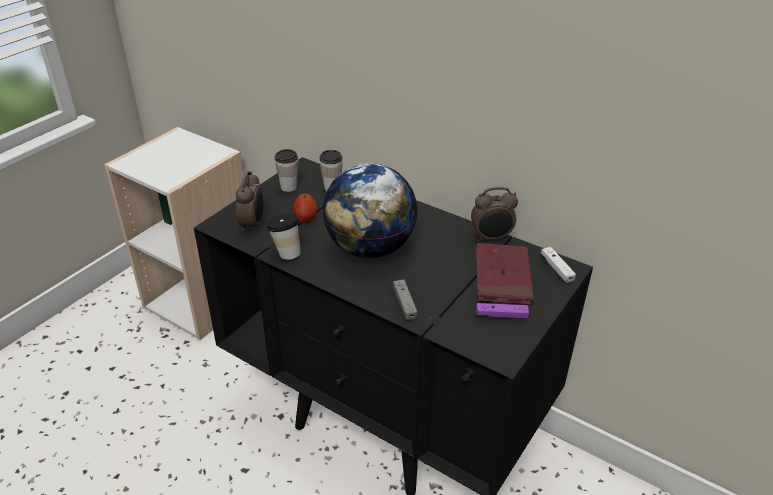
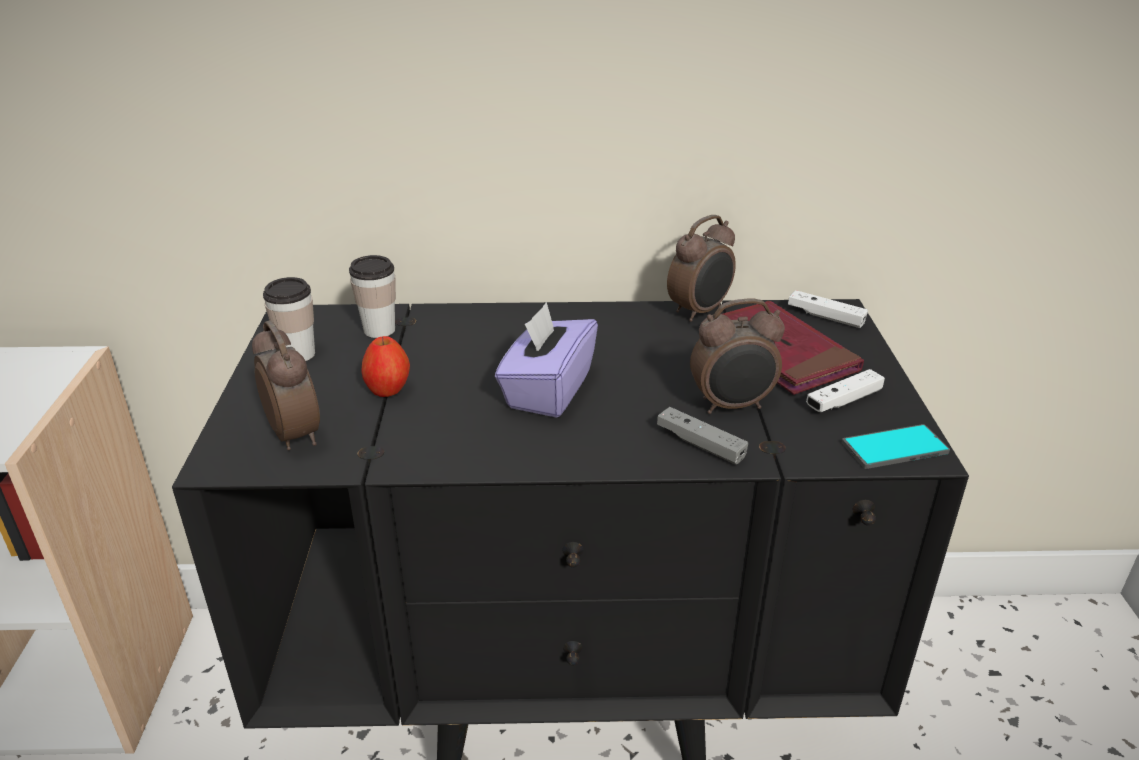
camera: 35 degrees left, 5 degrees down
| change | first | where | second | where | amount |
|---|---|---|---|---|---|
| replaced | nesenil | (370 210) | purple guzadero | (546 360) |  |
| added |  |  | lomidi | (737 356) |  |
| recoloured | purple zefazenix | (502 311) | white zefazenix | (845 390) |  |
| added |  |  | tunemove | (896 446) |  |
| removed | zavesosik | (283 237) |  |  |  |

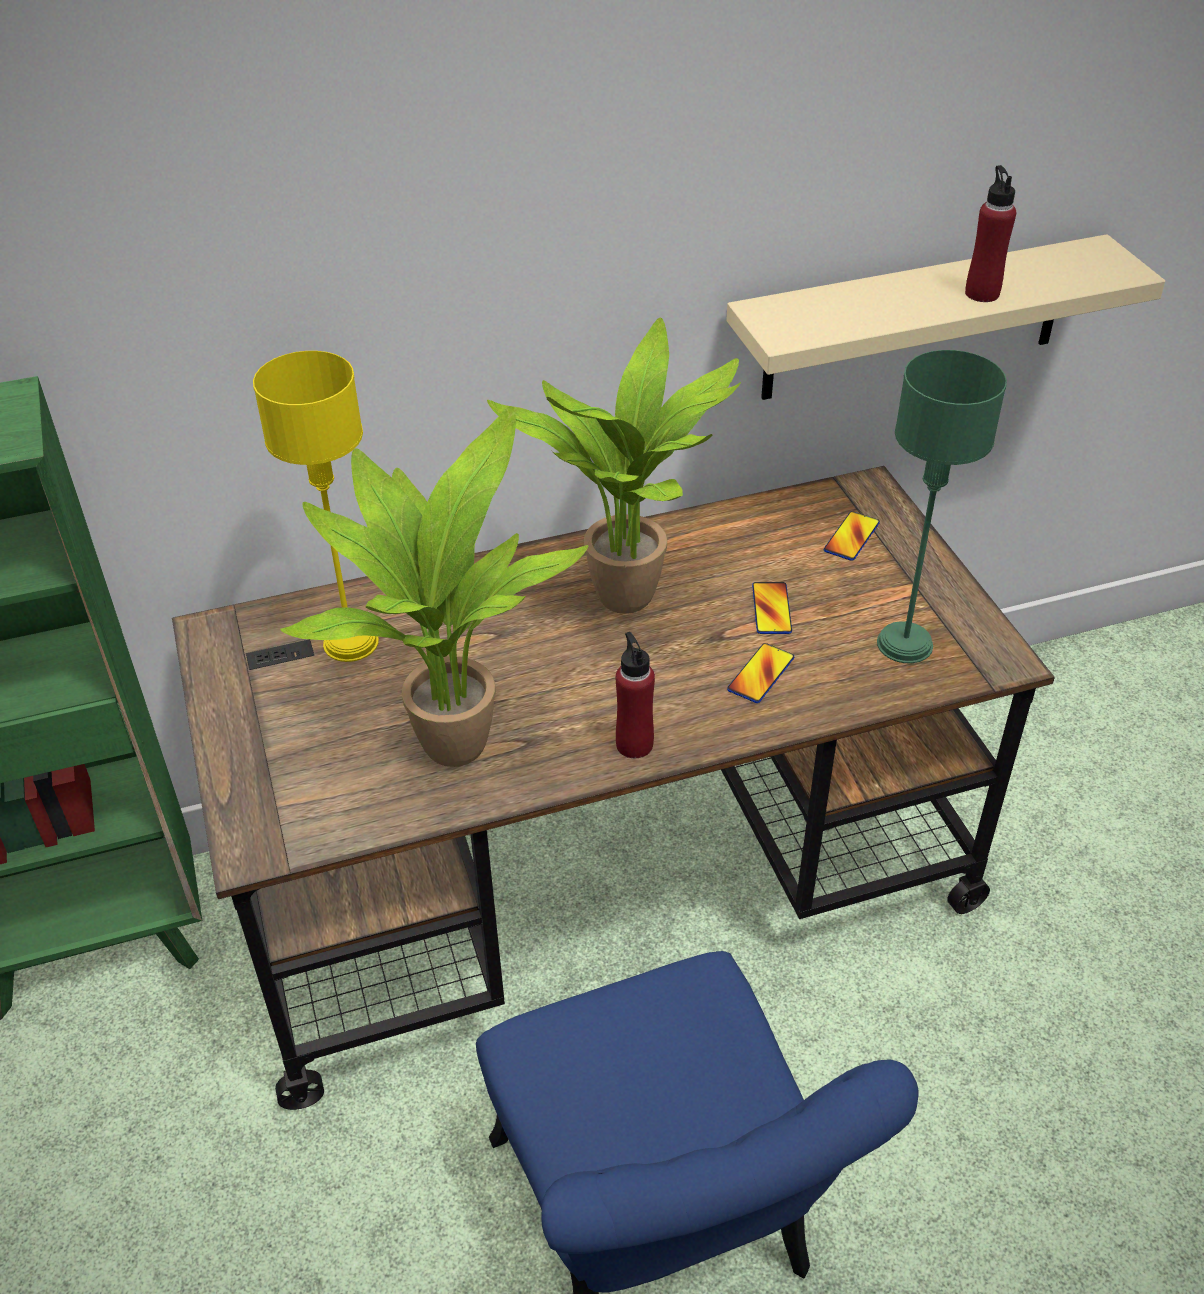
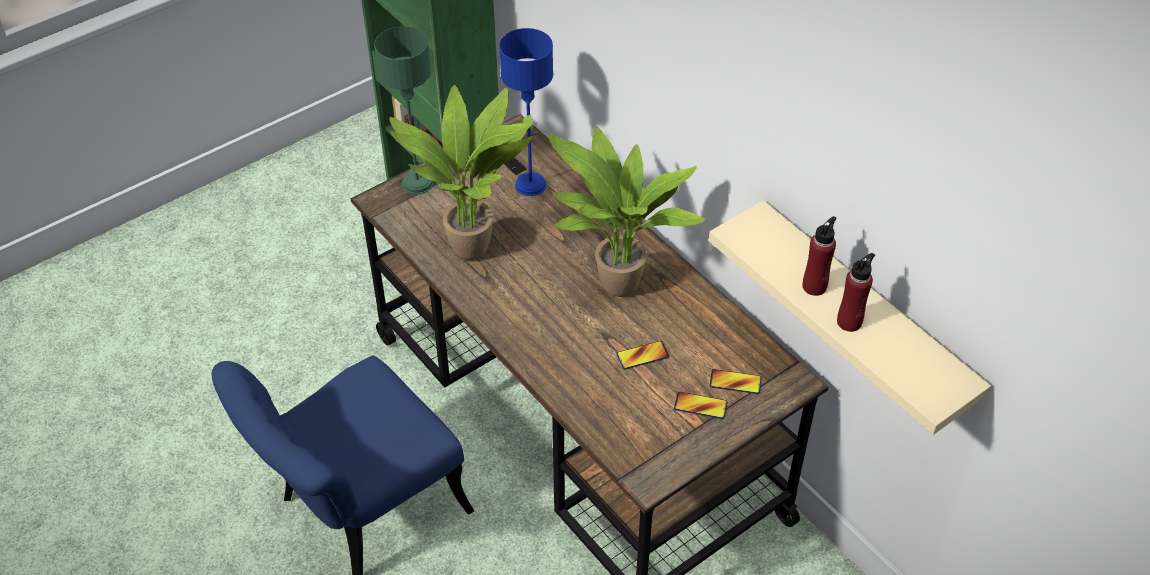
camera: 70 degrees right, 5 degrees up
| change | first | where | second | where | amount |
|---|---|---|---|---|---|
| moved | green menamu | (942 506) |  | (403 110) |  |
| recoloured | yellow menamu | (316 506) | blue menamu | (526 112) |  |
| moved | tunemove | (760 673) |  | (701 405) |  |
| moved | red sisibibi | (635 695) |  | (819 256) |  |

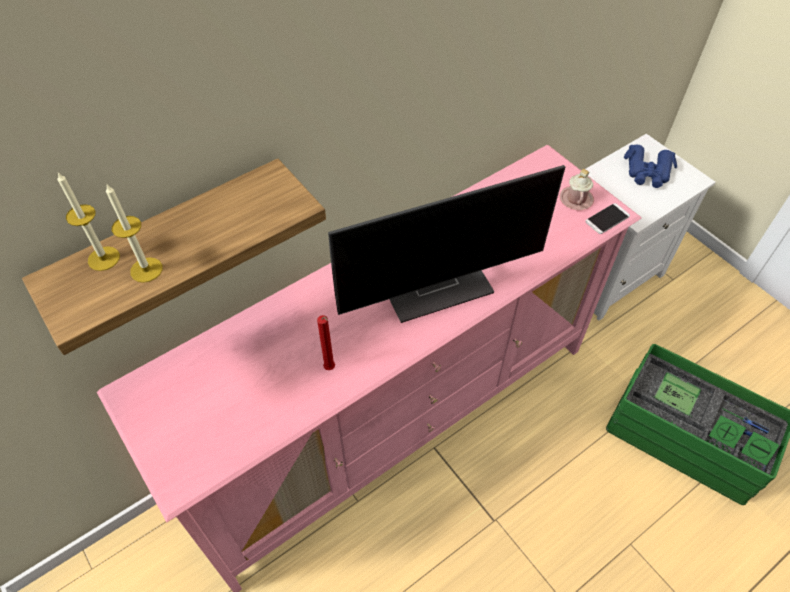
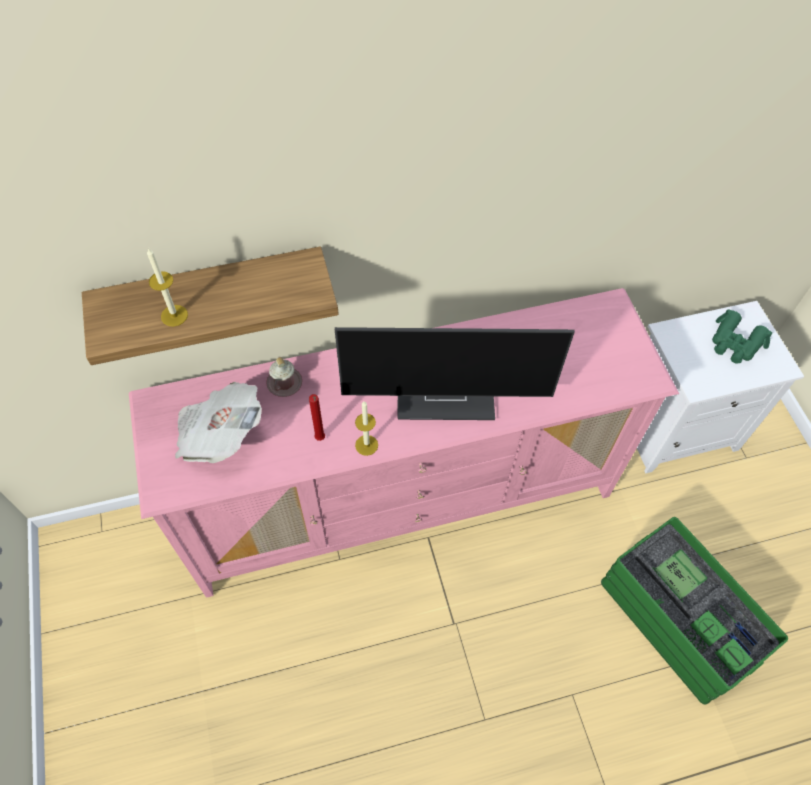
camera: 20 degrees right, 5 degrees up
| change | first | where | second | where | amount |
|---|---|---|---|---|---|
| added |  |  | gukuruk | (218 422) |  |
| moved | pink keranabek | (577 189) |  | (284 377) |  |
| moved | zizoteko | (88 222) |  | (366 428) |  |
| recoloured | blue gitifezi | (650 166) | green gitifezi | (742 336) |  |
| removed | tunemove | (607 218) |  |  |  |

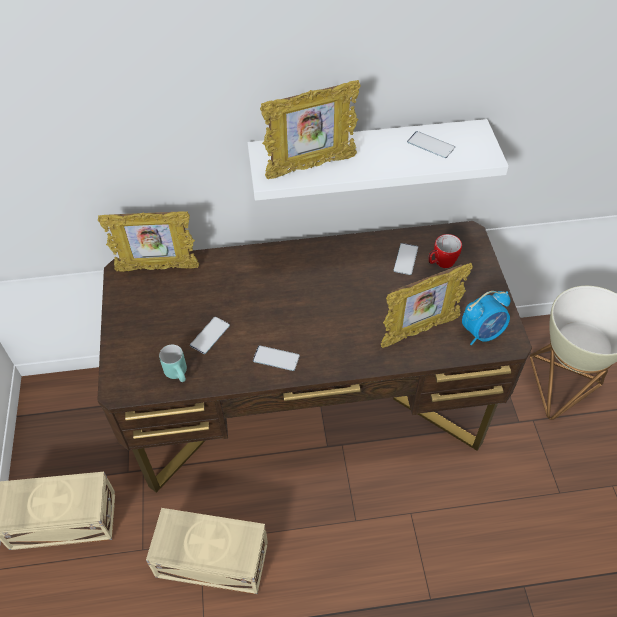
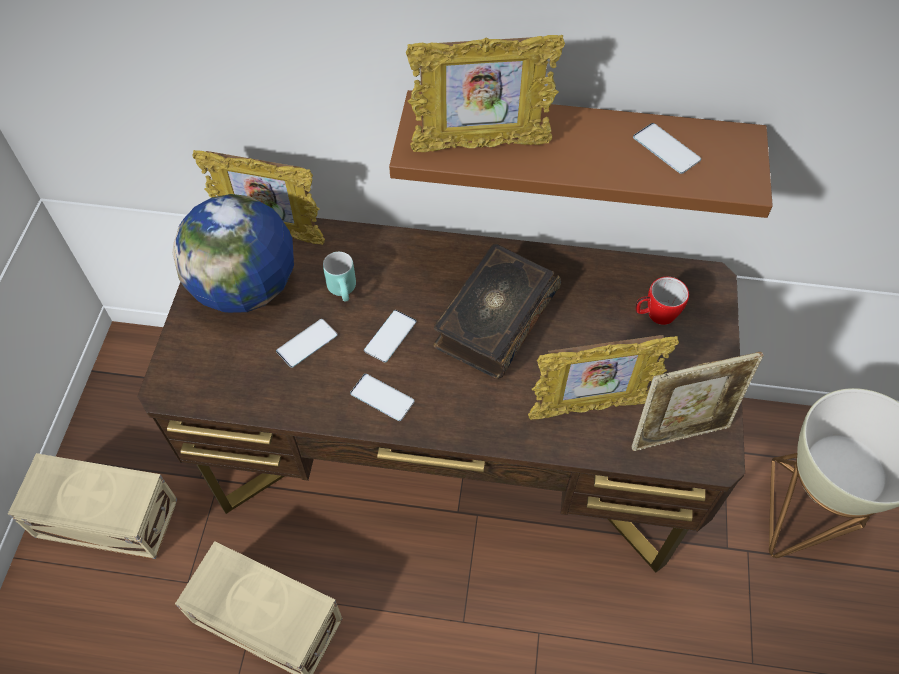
camera: 15 degrees right, 5 degrees up
| change | first | where | second | where | amount |
|---|---|---|---|---|---|
| added |  |  | nesenil | (233 253) |  |
| moved | turquoise keranabek | (173 363) |  | (339 276) |  |
| moved | tunemove | (406 259) |  | (390 336) |  |
| recoloured | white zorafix | (378 160) | brown zorafix | (581 154) |  |
| added |  |  | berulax | (497 311) |  |
| replaced | lomidi | (486 318) | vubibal | (698 401) |  |

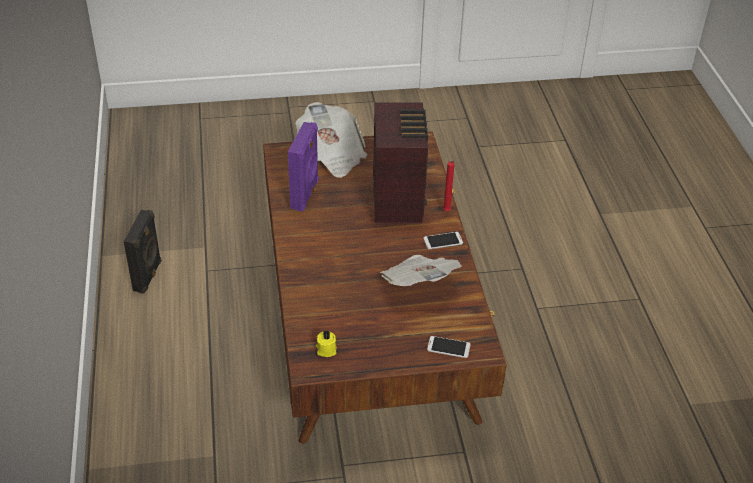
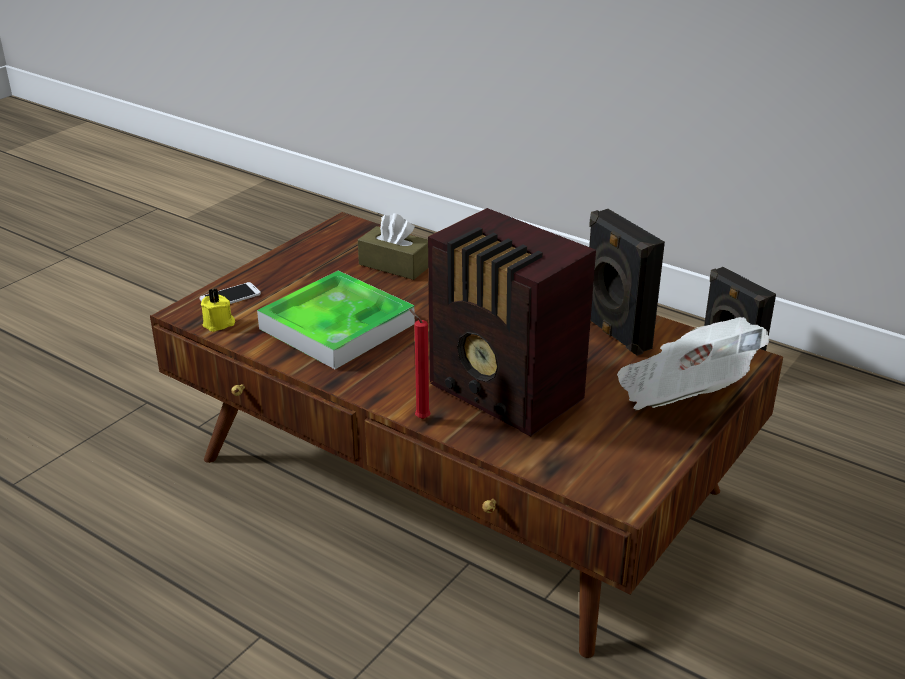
camera: 135 degrees right, 10 degrees down
| change | first | where | second | where | amount |
|---|---|---|---|---|---|
| moved | yellow zizoteko | (326 343) |  | (218 310) |  |
| replaced | gukuruk | (421 270) | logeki | (336 320) |  |
| added |  |  | brown guzadero | (393 246) |  |
| recoloured | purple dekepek | (303 167) | black dekepek | (627 282) |  |
| removed | tunemove | (443 240) |  |  |  |

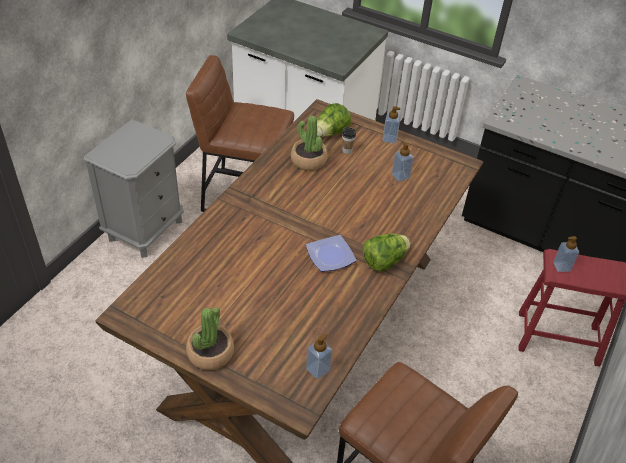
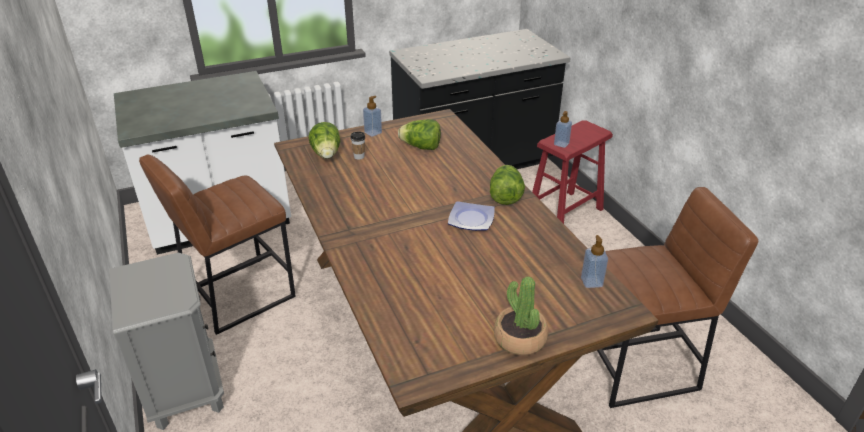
camera: 50 degrees left, 10 degrees down
| change | first | where | second | where | amount |
|---|---|---|---|---|---|
| replaced | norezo | (403 161) | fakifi | (419 134) |  |
| removed | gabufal | (309 143) |  |  |  |

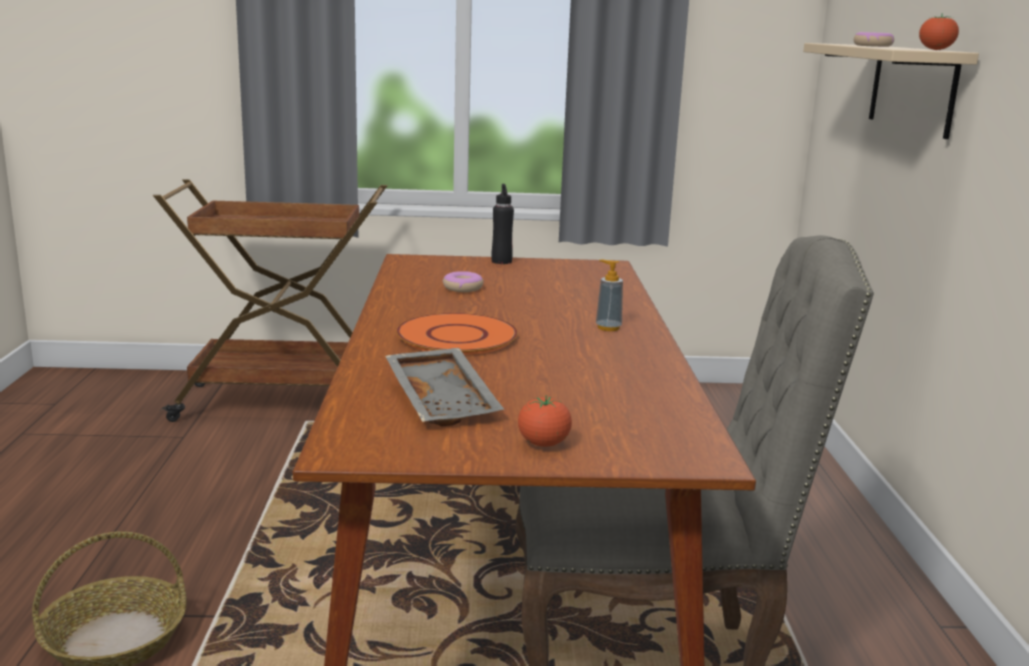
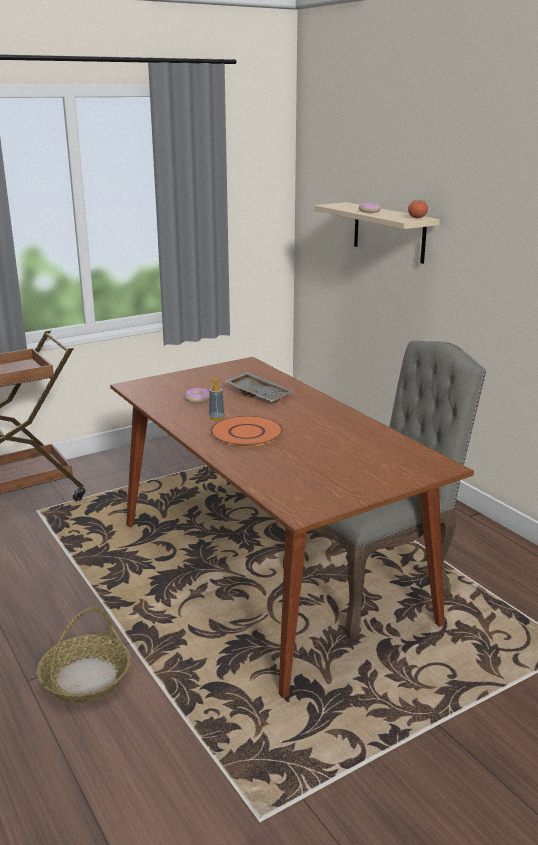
camera: 30 degrees left, 5 degrees up
| change | first | where | second | where | amount |
|---|---|---|---|---|---|
| moved | norezo | (609 295) |  | (216 399) |  |
| moved | grey logeki | (445 387) |  | (259 387) |  |
| removed | black sisibibi | (502 224) |  |  |  |
| removed | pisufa | (545 421) |  |  |  |

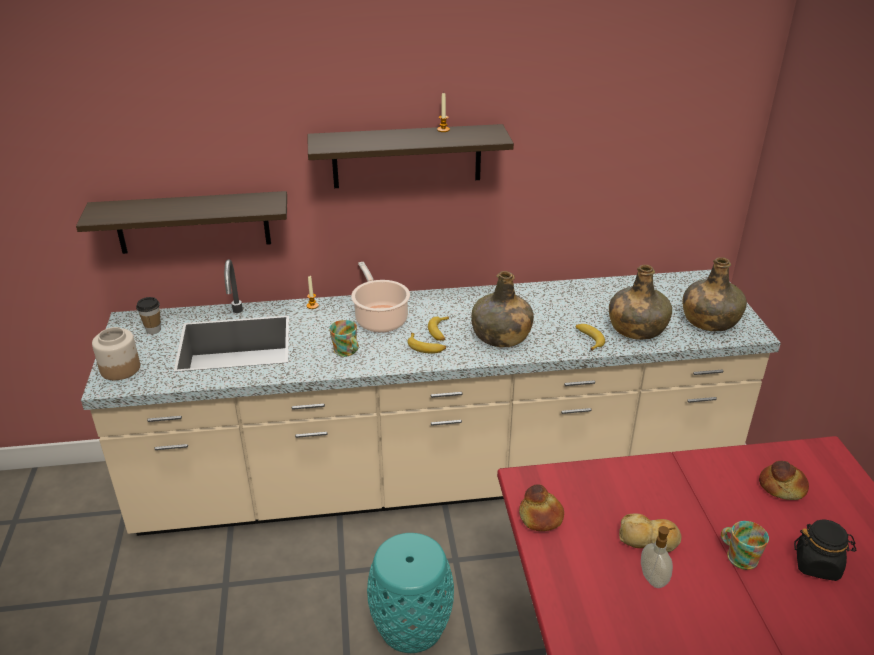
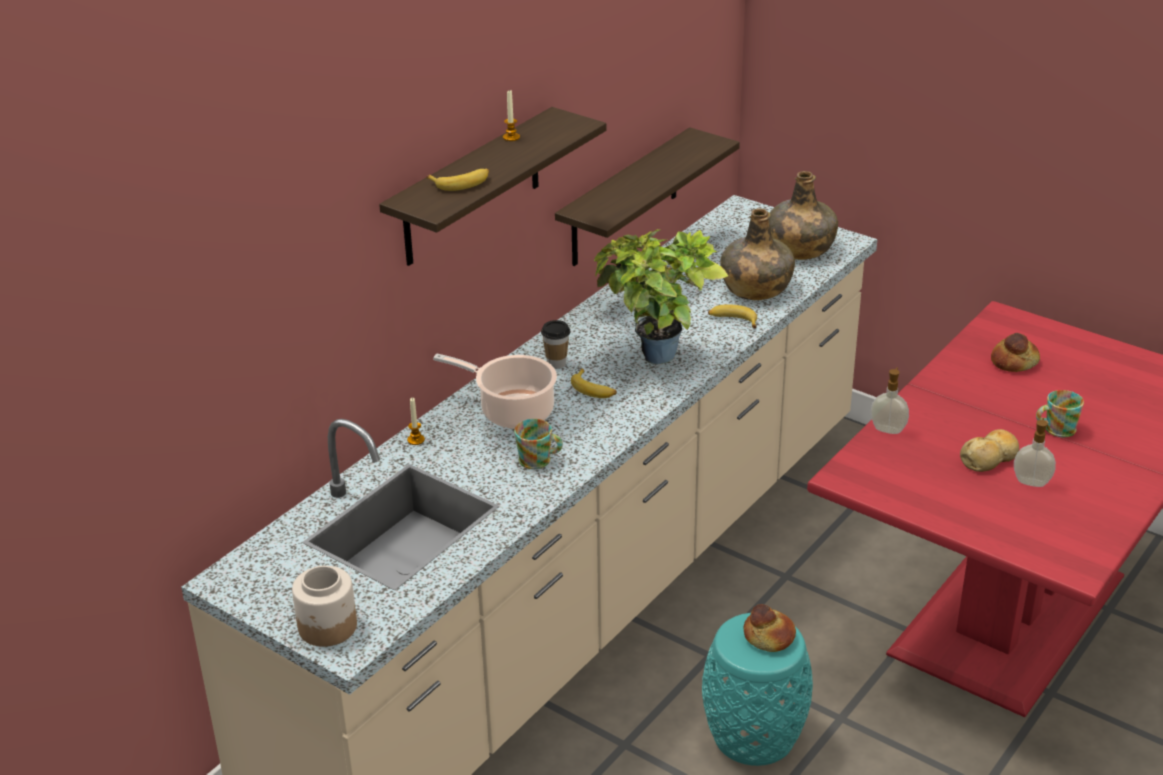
camera: 45 degrees left, 0 degrees up
| change | first | where | second | where | amount |
|---|---|---|---|---|---|
| moved | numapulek | (426 343) |  | (457 180) |  |
| moved | zavesosik | (148 315) |  | (555 344) |  |
| moved | zorafix | (181 222) |  | (647 196) |  |
| replaced | green sisibibi | (502 309) | gabufal | (661 296) |  |
| moved | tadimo | (541 507) |  | (770 628) |  |
| added |  |  | norezo | (890 401) |  |
| removed | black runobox | (825 550) |  |  |  |

